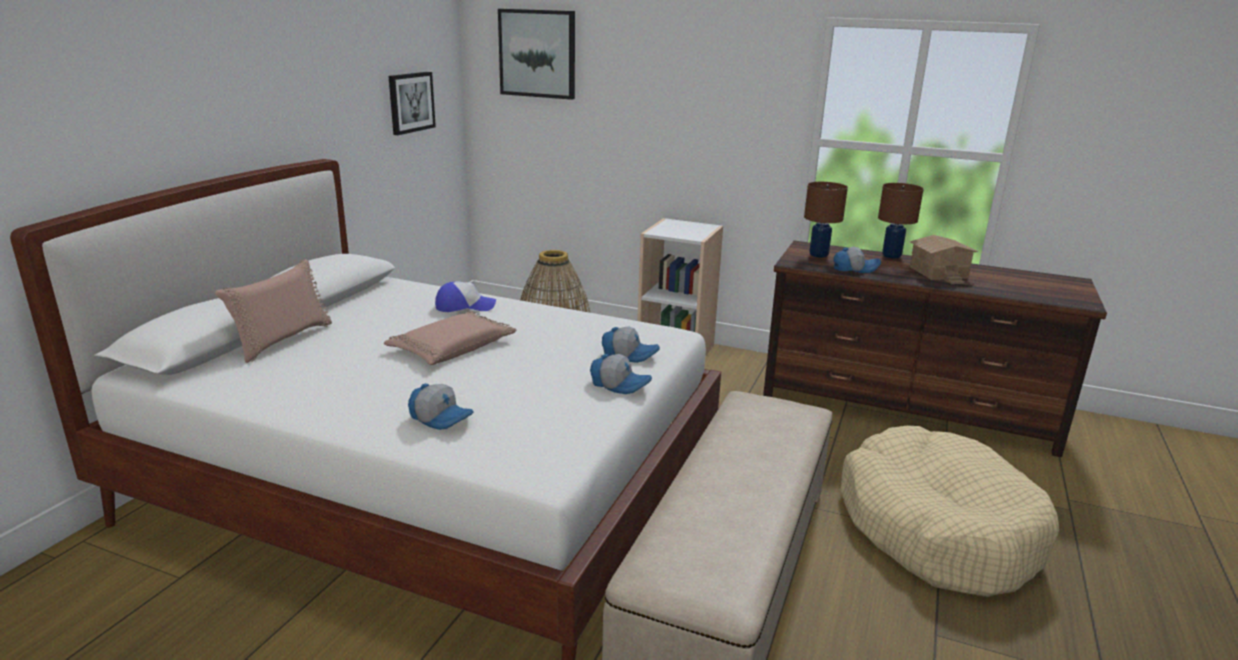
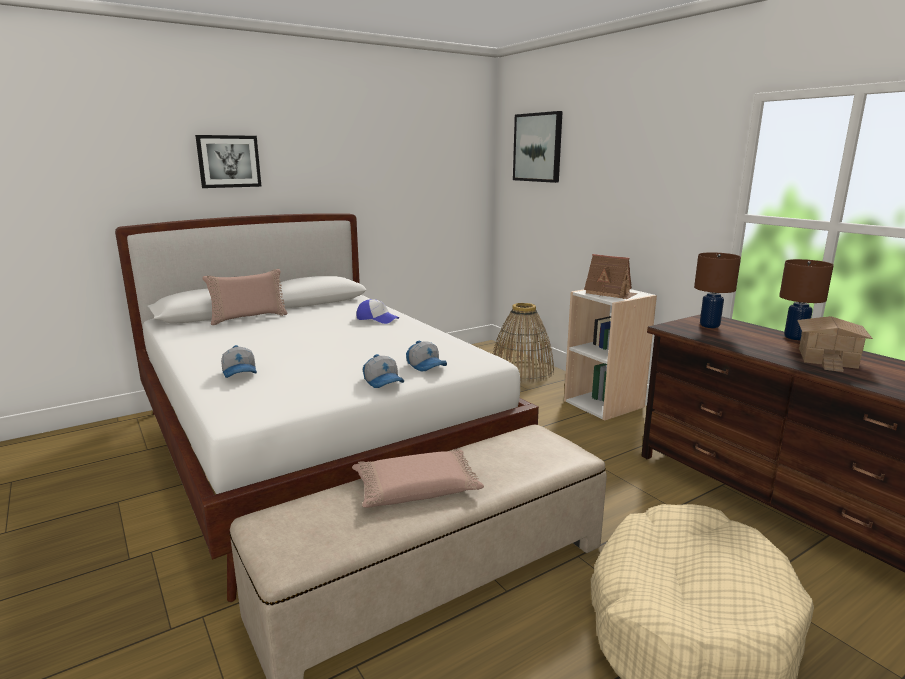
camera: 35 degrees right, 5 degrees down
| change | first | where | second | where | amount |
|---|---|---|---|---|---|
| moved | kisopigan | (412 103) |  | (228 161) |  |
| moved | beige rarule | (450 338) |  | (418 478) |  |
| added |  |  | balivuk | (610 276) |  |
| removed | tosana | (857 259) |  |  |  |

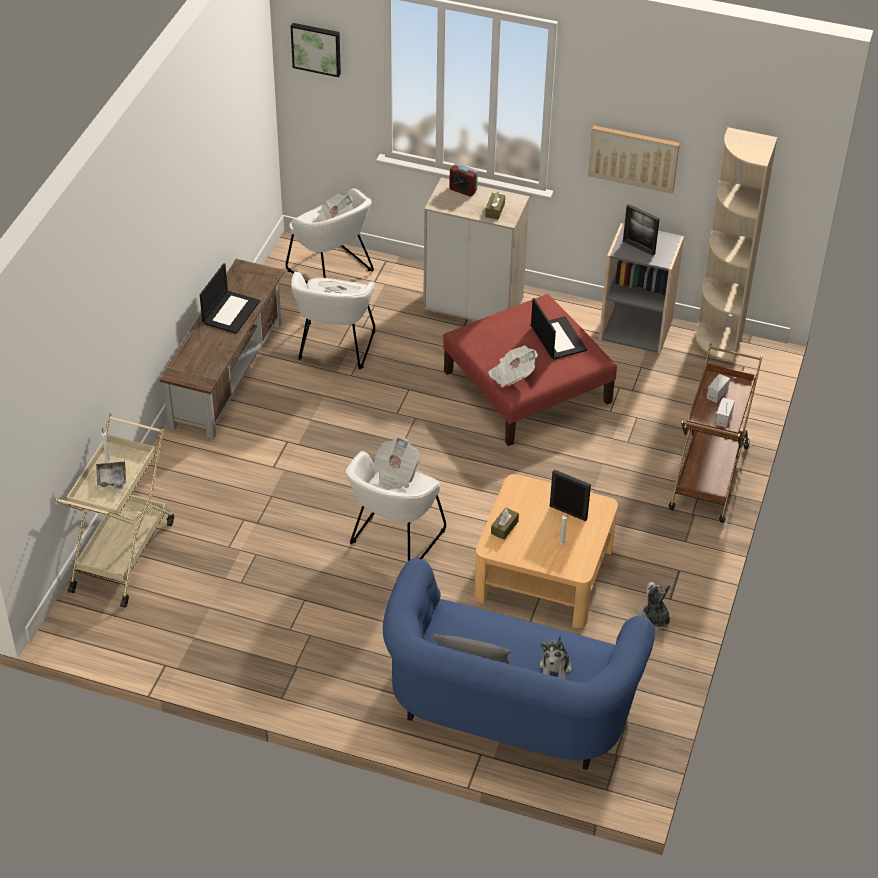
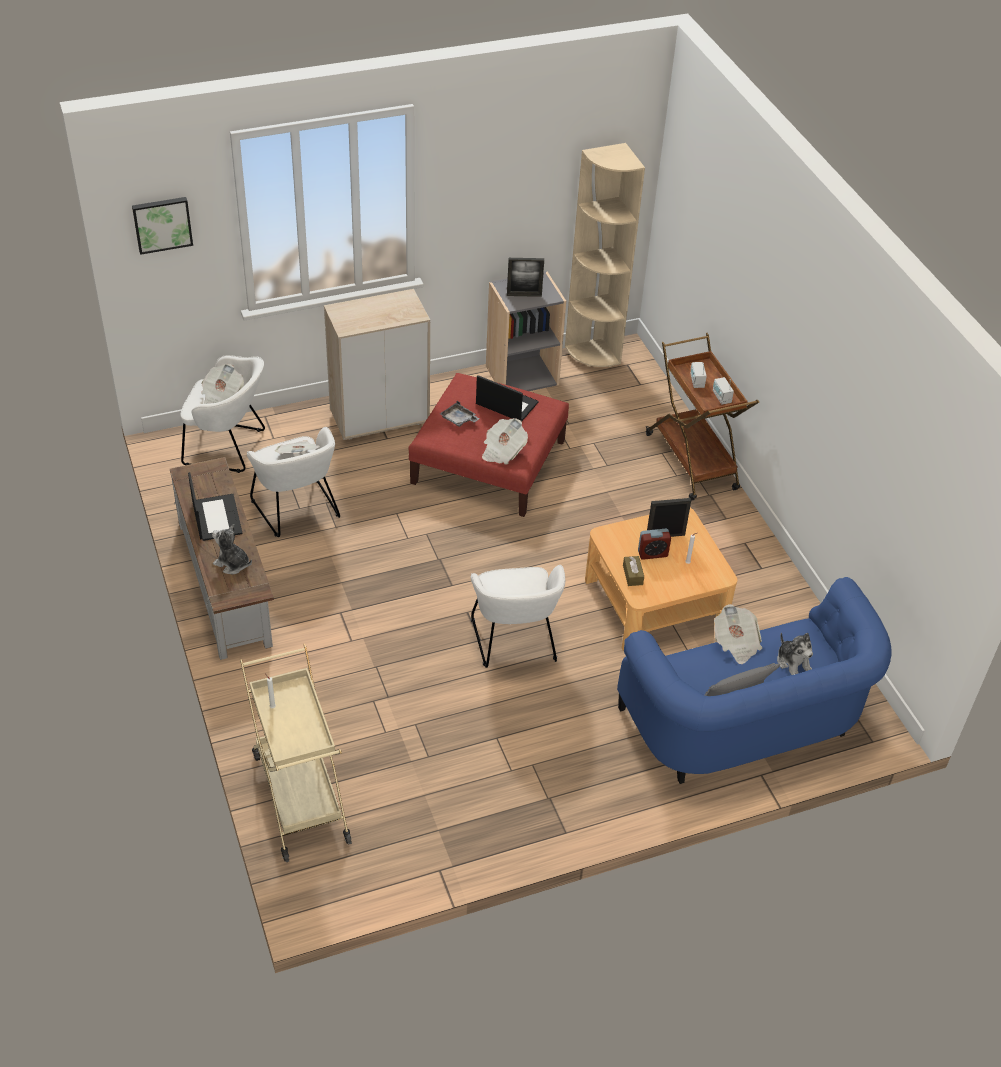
camera: 40 degrees left, 0 degrees up
| change | first | where | second | where | amount |
|---|---|---|---|---|---|
| moved | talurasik | (654 605) |  | (232 549) |  |
| moved | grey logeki | (111 475) |  | (459 414) |  |
| moved | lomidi | (463 179) |  | (654 544) |  |
| moved | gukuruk | (397 463) |  | (738 634) |  |
| removed | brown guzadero | (495 205) |  |  |  |
| removed | kisopigan | (634 159) |  |  |  |

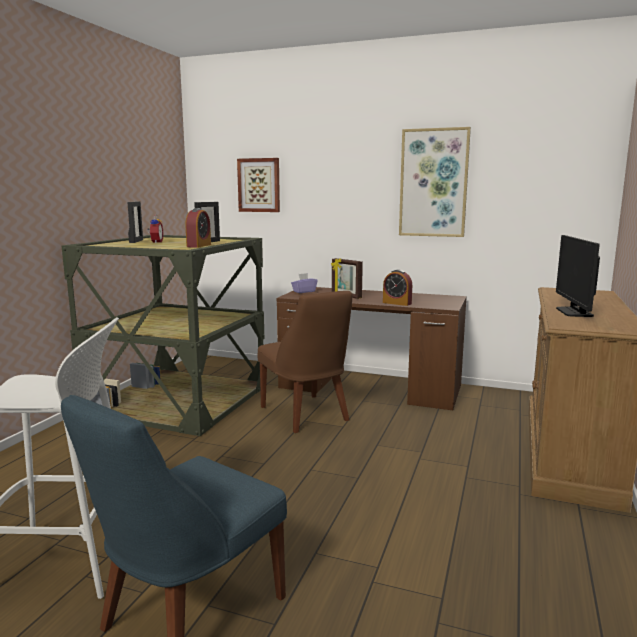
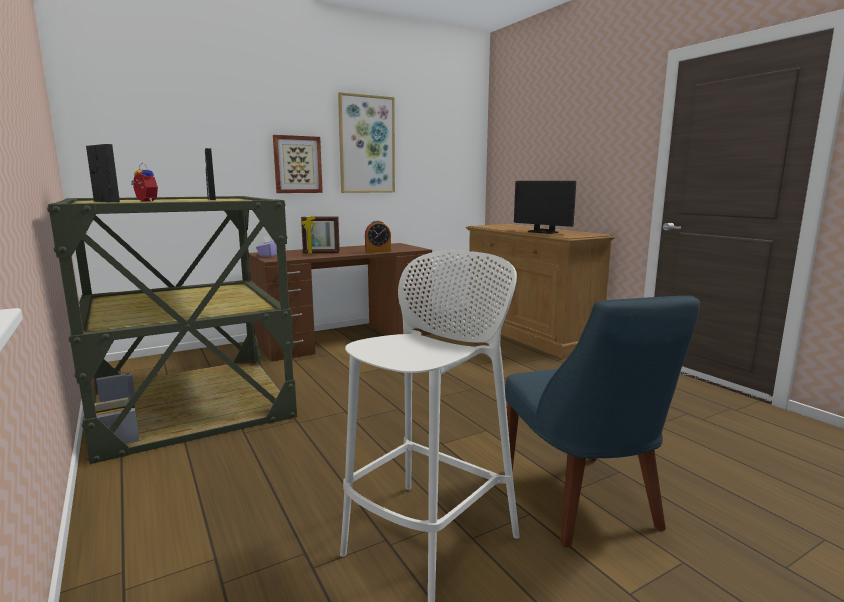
camera: 50 degrees left, 0 degrees up
| change | first | where | second | where | amount |
|---|---|---|---|---|---|
| moved | kisopigan | (258 185) |  | (298 164) |  |
| removed | lomidi | (198 228) |  |  |  |
| removed | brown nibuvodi | (305 362) |  |  |  |

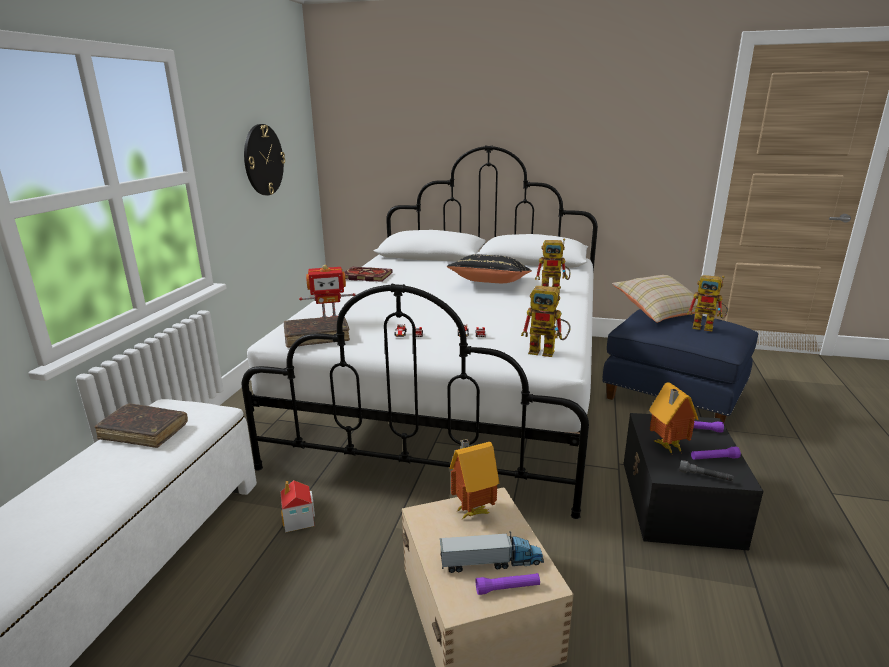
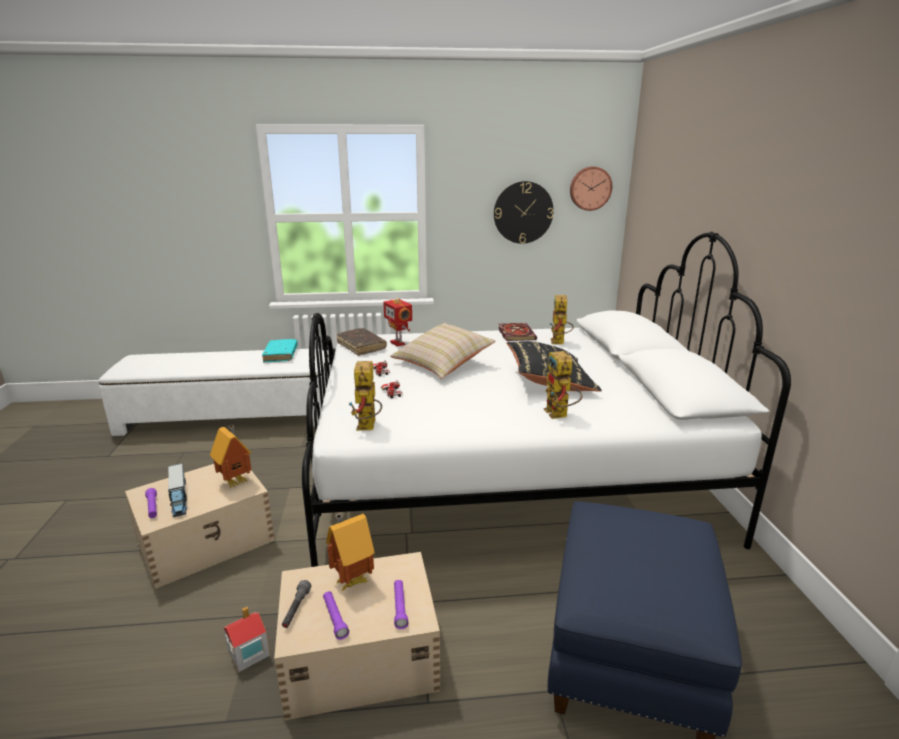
camera: 70 degrees right, 0 degrees up
| change | first | where | second | where | amount |
|---|---|---|---|---|---|
| moved | balivuk | (297 506) |  | (246 639) |  |
| recoloured | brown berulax | (141 426) | turquoise berulax | (280 350) |  |
| recoloured | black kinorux | (694 482) | beige kinorux | (357 636) |  |
| moved | beige rarule | (655 299) |  | (442 351) |  |
| moved | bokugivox | (707 303) |  | (562 319) |  |
| added |  |  | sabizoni | (591 189) |  |

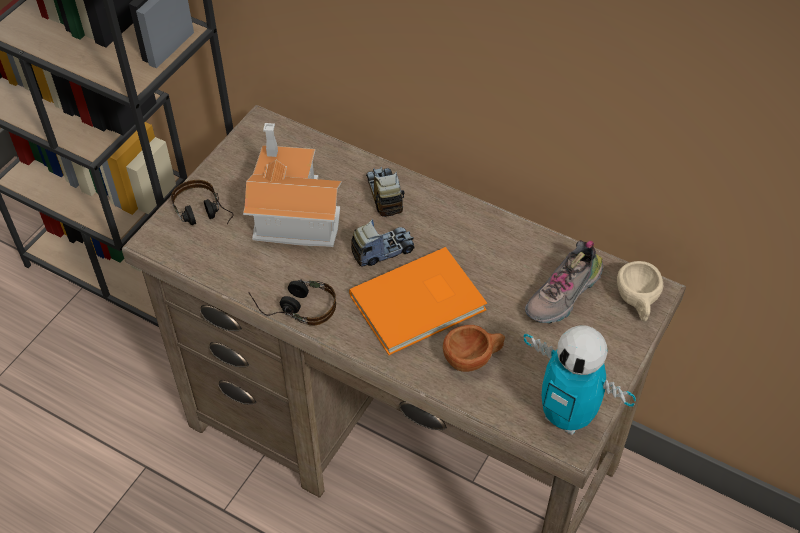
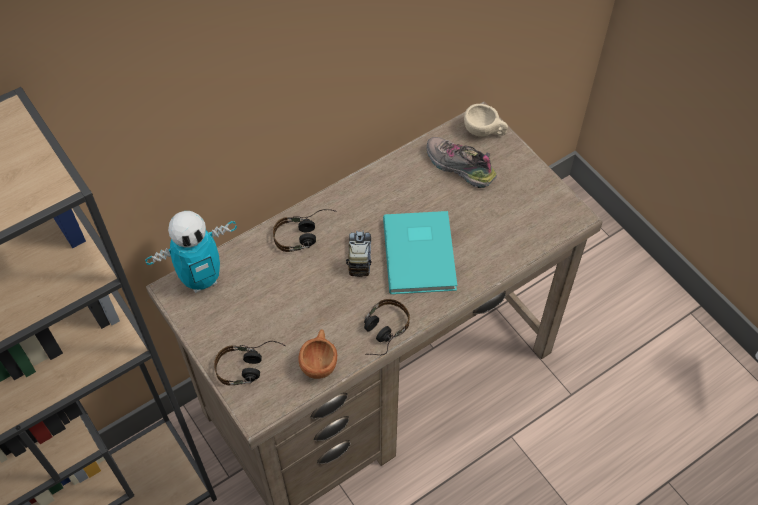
camera: 65 degrees left, 5 degrees up
| change | first | where | second | where | amount |
|---|---|---|---|---|---|
| moved | bokugivox | (580 380) |  | (191 252) |  |
| replaced | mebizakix | (385 192) | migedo | (305 230) |  |
| moved | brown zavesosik | (474 348) |  | (317 354) |  |
| recoloured | orange berulax | (418 301) | turquoise berulax | (420 252) |  |
| turned | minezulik | (564 281) |  | (462 162) | 150 degrees clockwise |
| removed | balivuk | (292 185) |  |  |  |

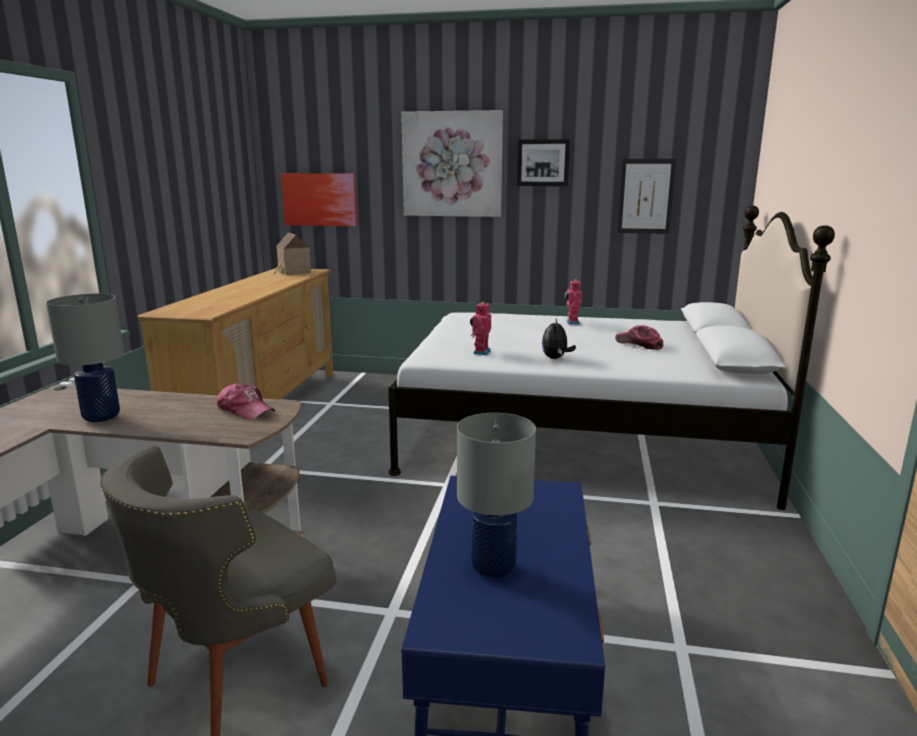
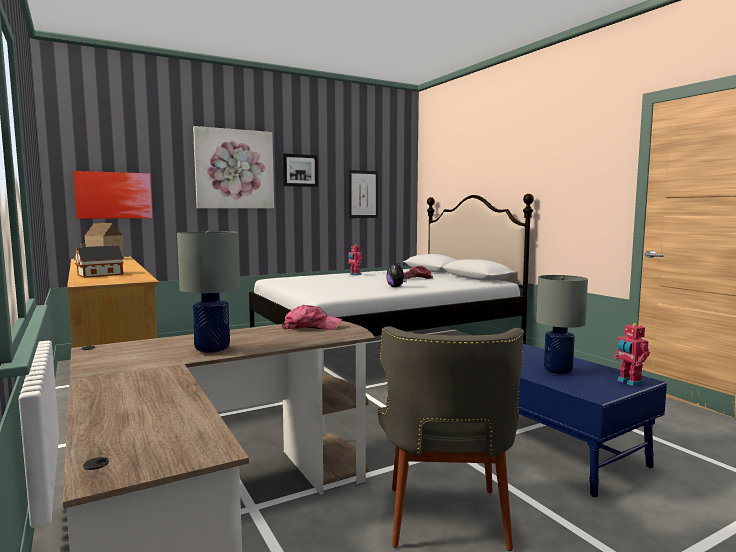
camera: 40 degrees left, 10 degrees down
| change | first | where | second | where | amount |
|---|---|---|---|---|---|
| added |  |  | balivuk | (99 261) |  |
| moved | bokugivox | (480 328) |  | (632 354) |  |

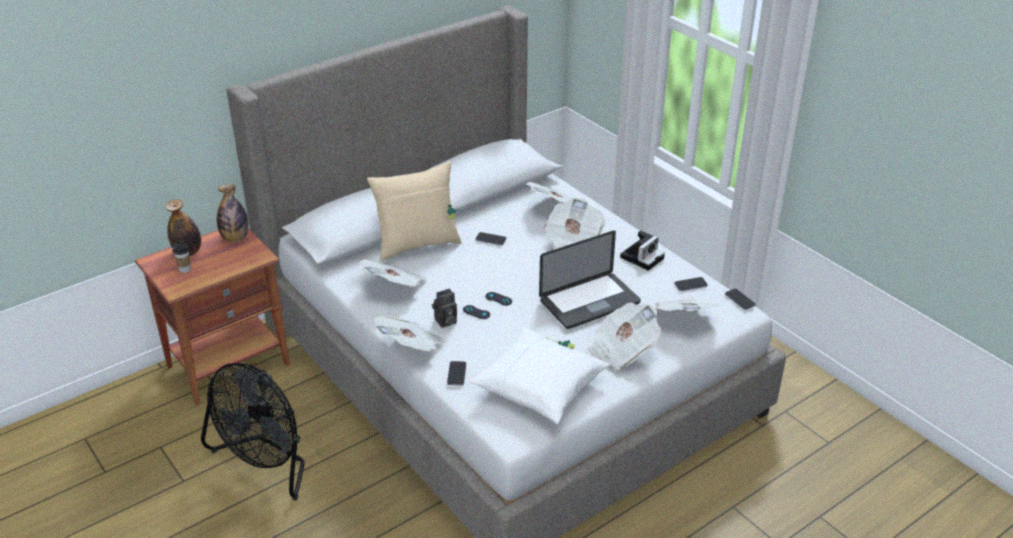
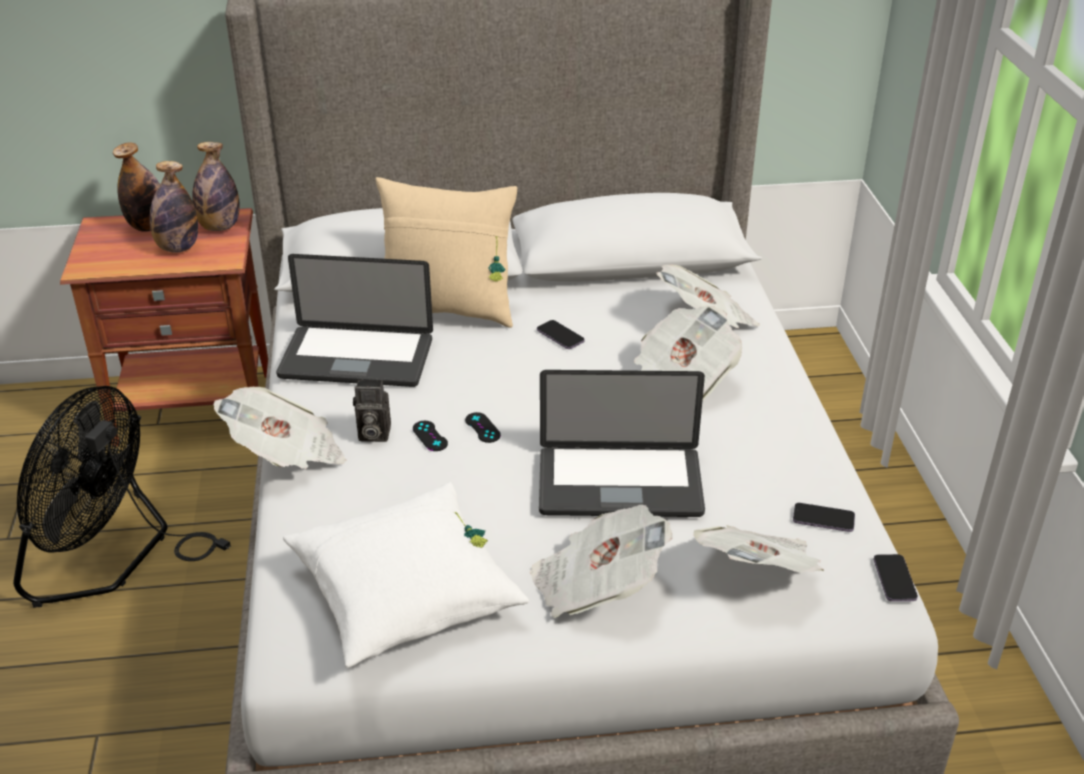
camera: 30 degrees right, 0 degrees up
| change | first | where | second | where | amount |
|---|---|---|---|---|---|
| turned | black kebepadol | (253 431) |  | (122 497) | 45 degrees clockwise |
| added |  |  | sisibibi | (174 207) |  |
| replaced | gukuruk | (393 273) | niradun | (354 320) |  |
| removed | zavesosik | (181 258) |  |  |  |
| removed | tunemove | (456 373) |  |  |  |
| removed | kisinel | (642 250) |  |  |  |

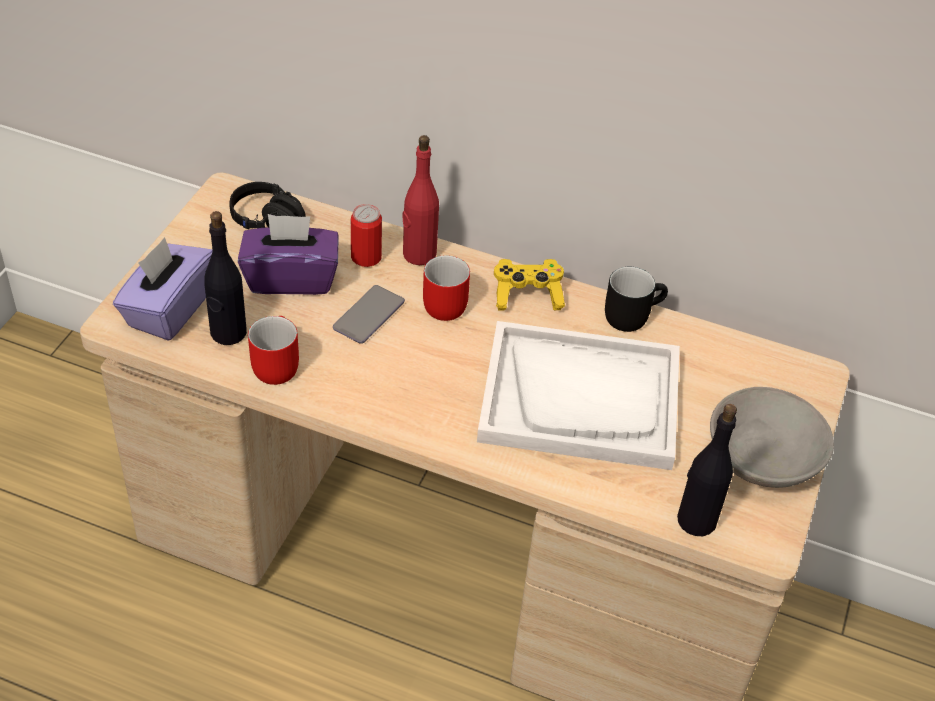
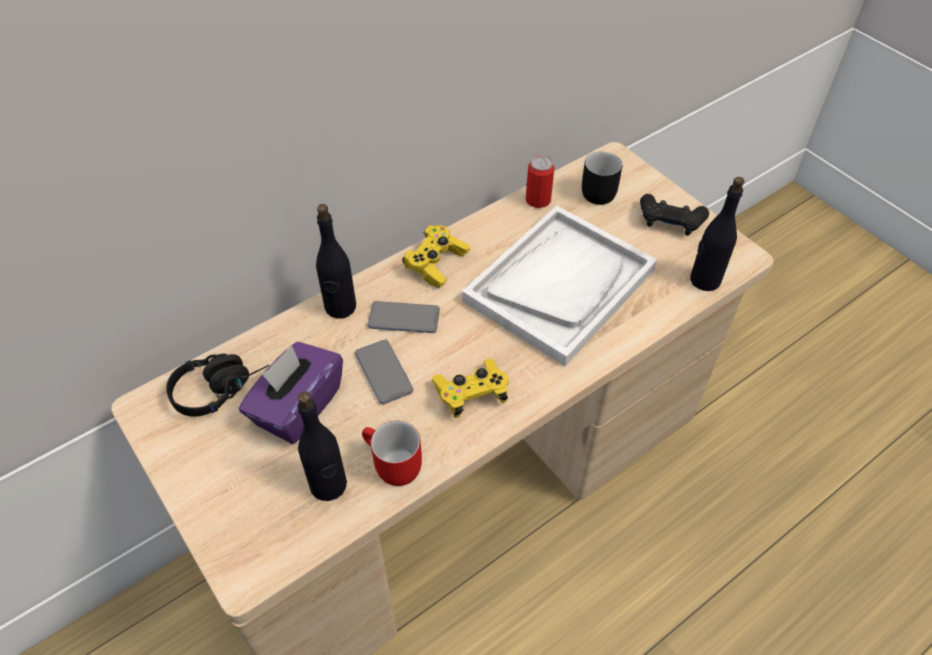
camera: 55 degrees left, 5 degrees up
| change | first | where | second | where | amount |
|---|---|---|---|---|---|
| recoloured | red sisibibi | (421 200) | black sisibibi | (336 261) |  |
| replaced | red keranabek | (446 288) | tunemove | (404 317) |  |
| added |  |  | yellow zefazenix | (470 388) |  |
| moved | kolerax | (366 235) |  | (540 181) |  |
| moved | black keranabek | (636 299) |  | (602 178) |  |
| replaced | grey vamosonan | (772 437) | black zefazenix | (674 215) |  |
| removed | purple guzadero | (162 289) |  |  |  |

